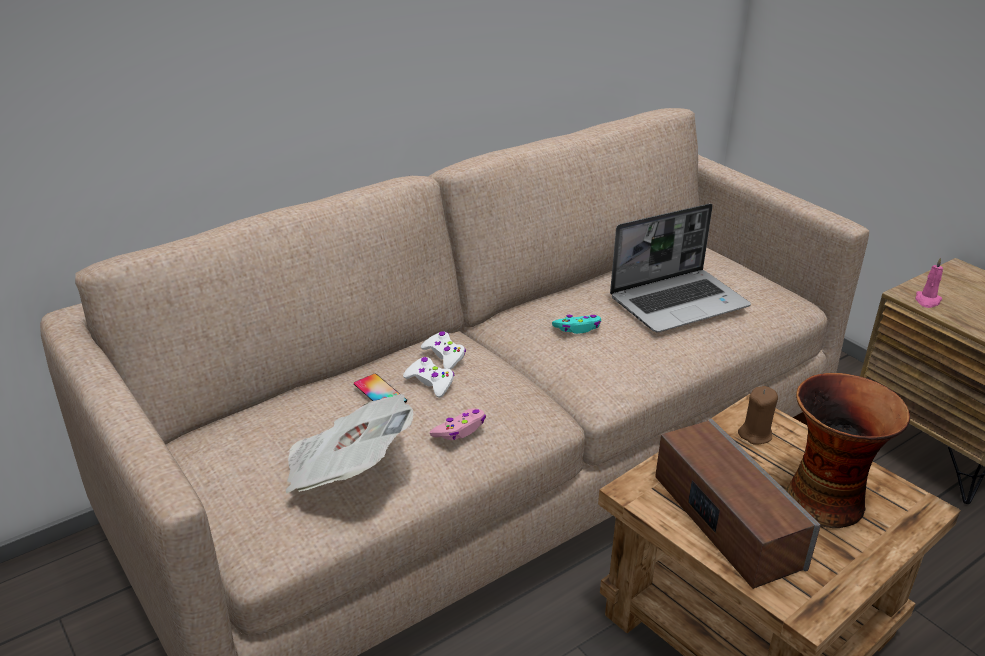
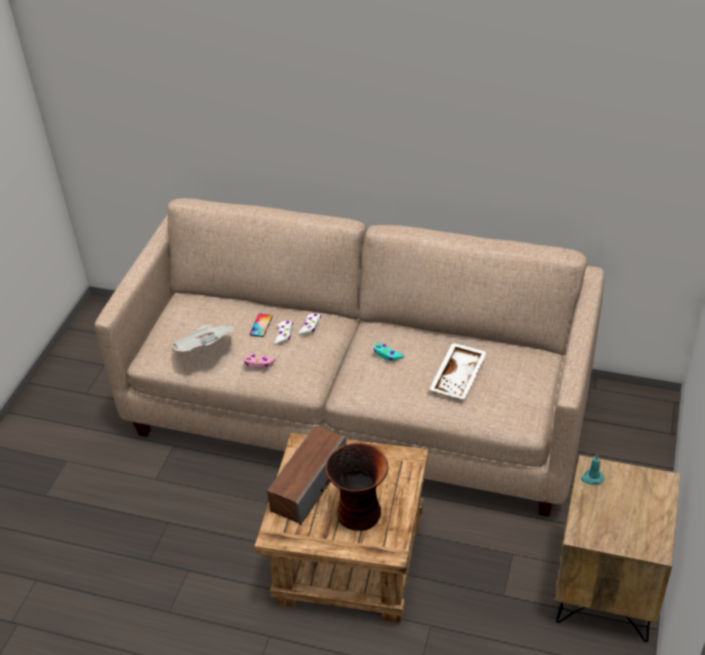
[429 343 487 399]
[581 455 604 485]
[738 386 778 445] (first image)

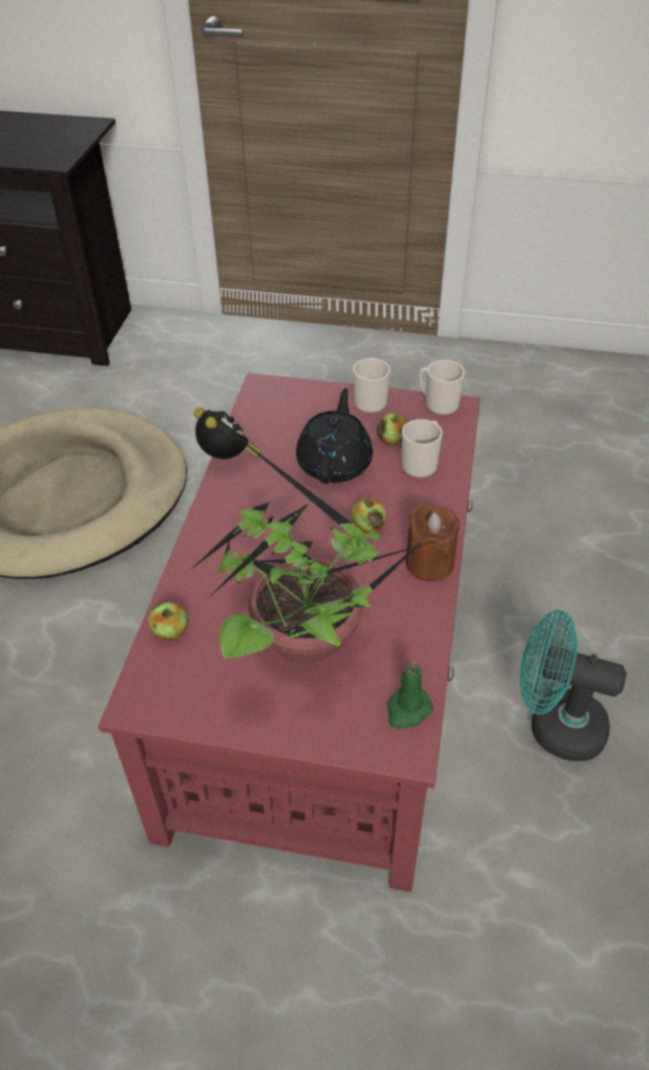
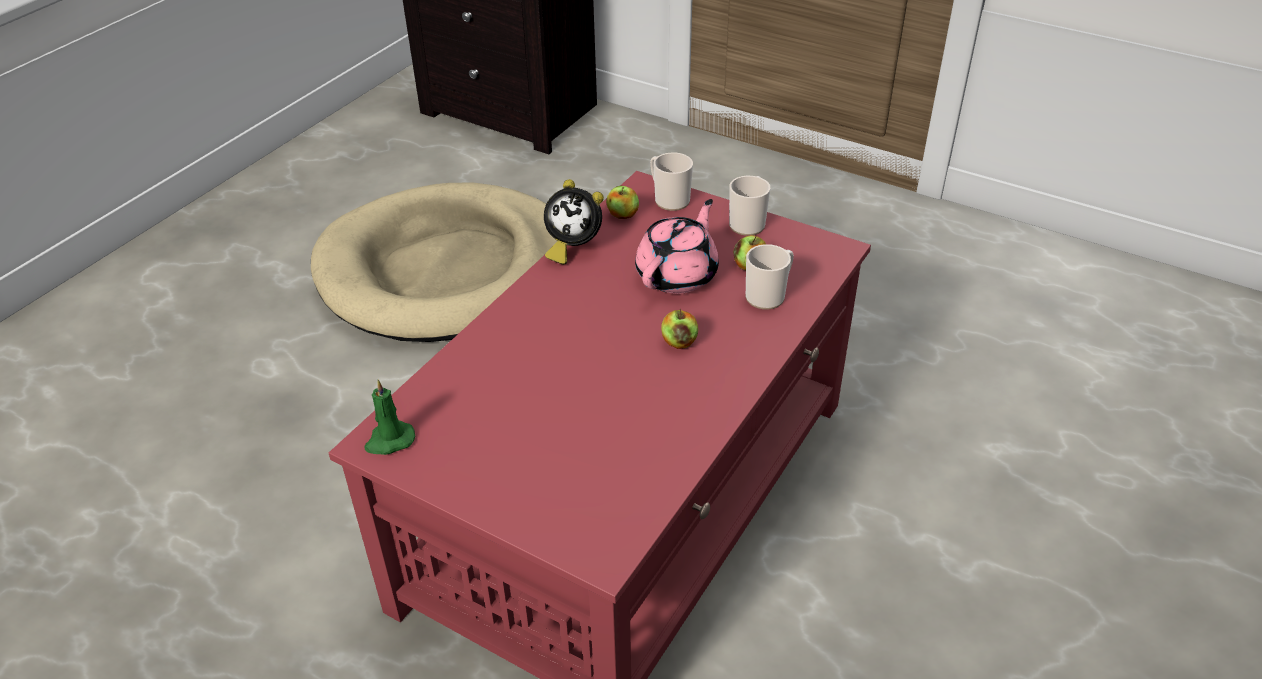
[365 380 415 455]
[544 179 604 265]
[606 186 639 219]
[635 199 719 294]
[650 152 693 211]
[189 434 446 663] (first image)
[406 502 460 581] (first image)
[520 610 626 761] (first image)

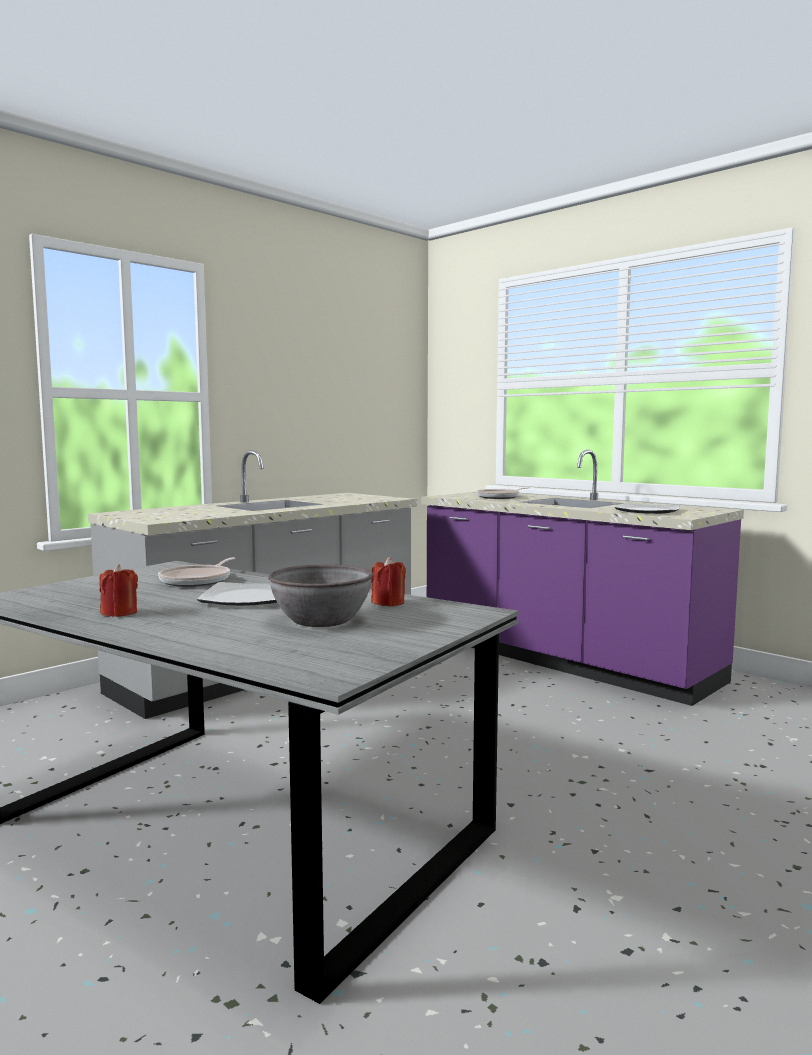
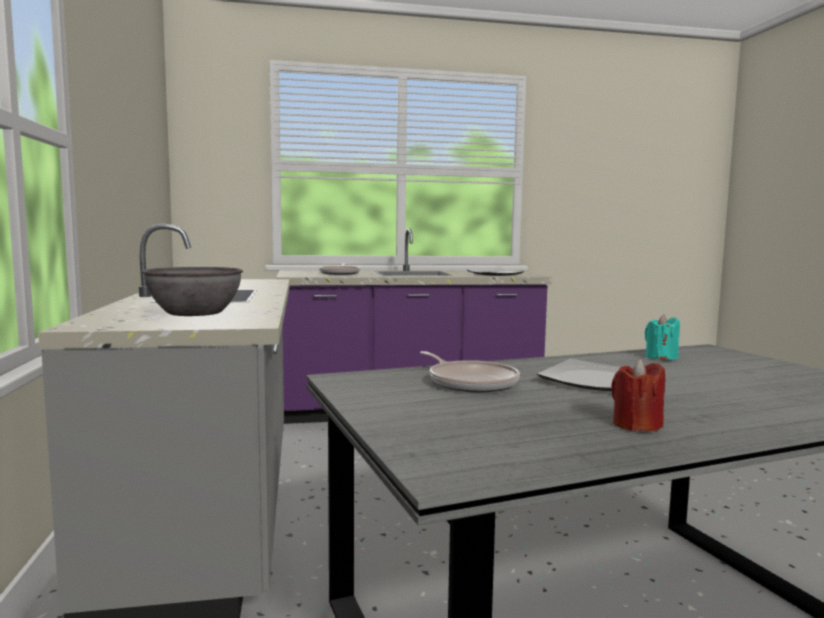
[142 267 243 316]
[645 314 680 360]

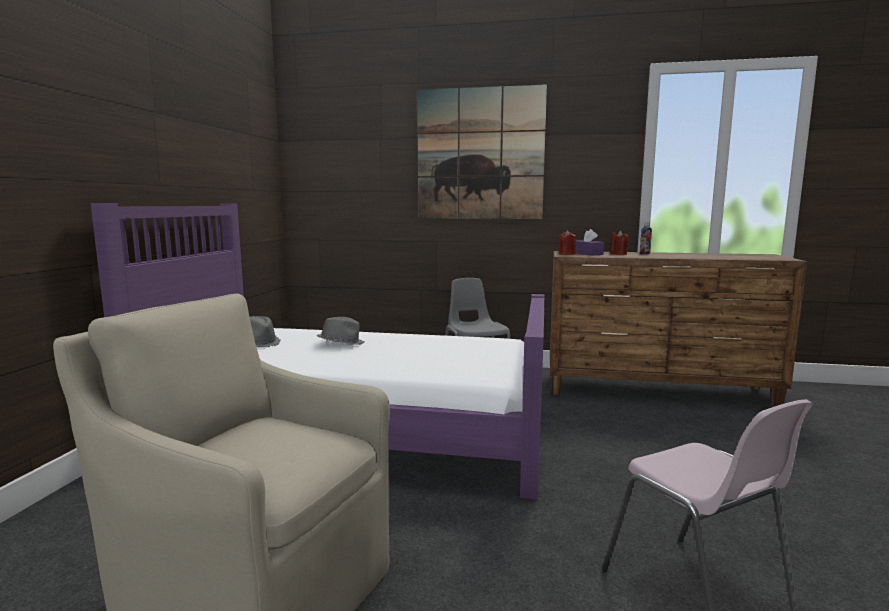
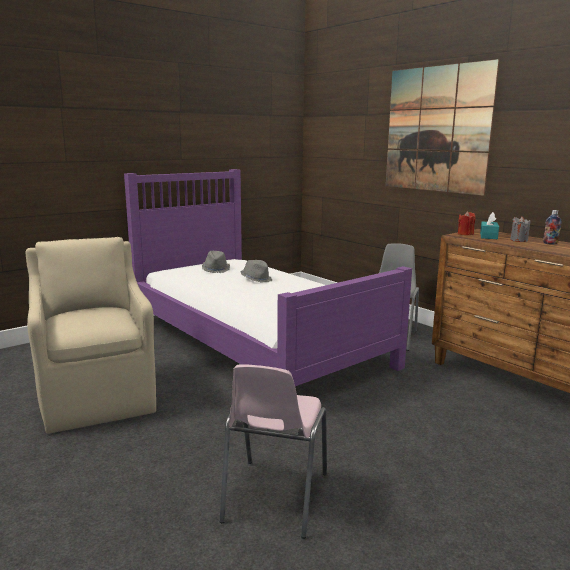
[480 212 499 239]
[510 216 530 242]

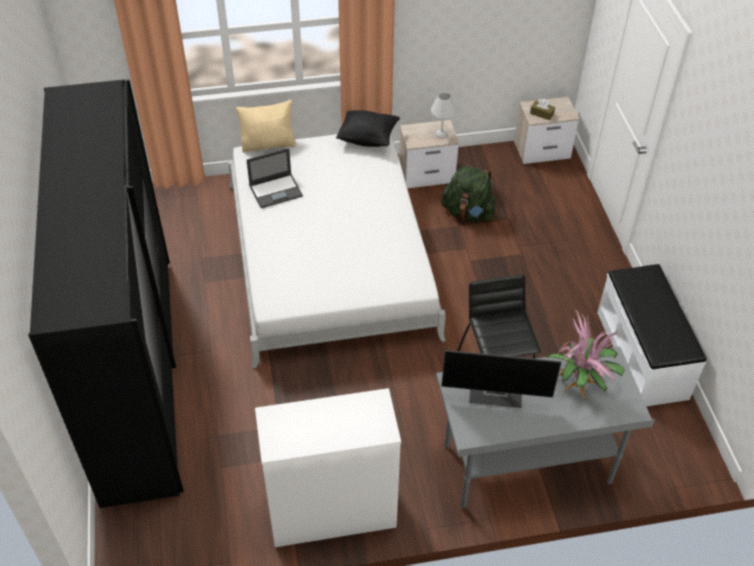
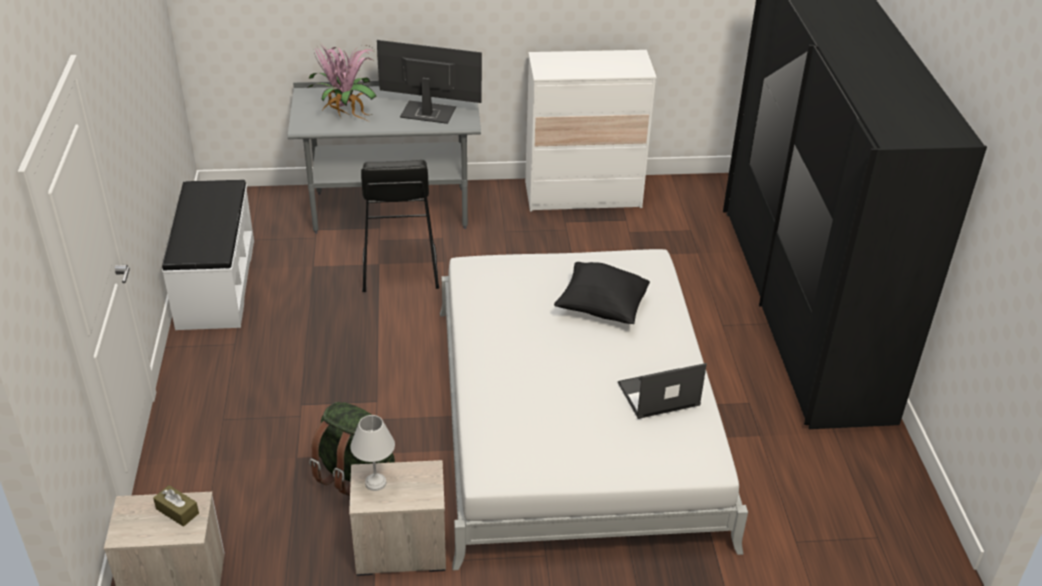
[554 262 650 324]
[236 100 296 153] (first image)

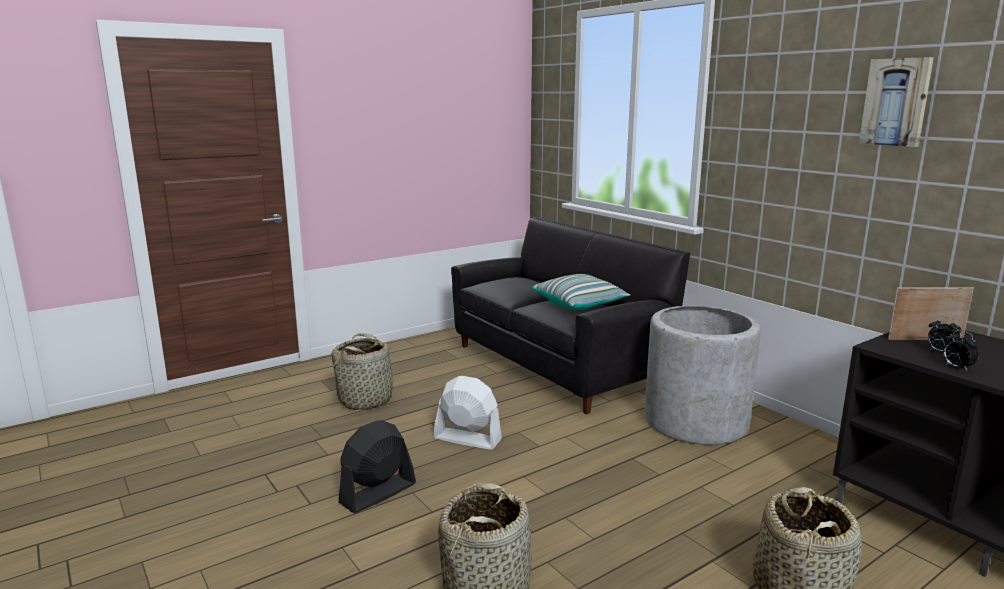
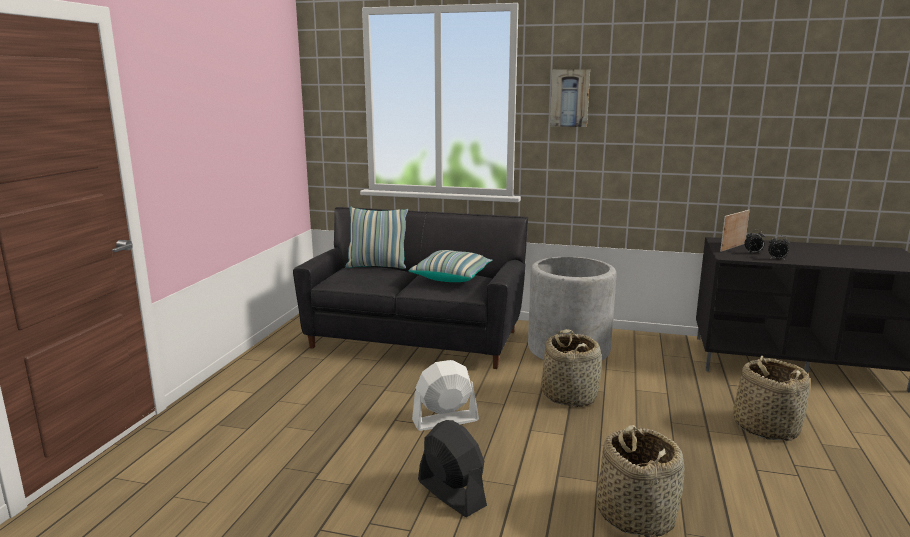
[345 207 408 269]
[418 420 487 517]
[541 329 602 407]
[550 69 590 127]

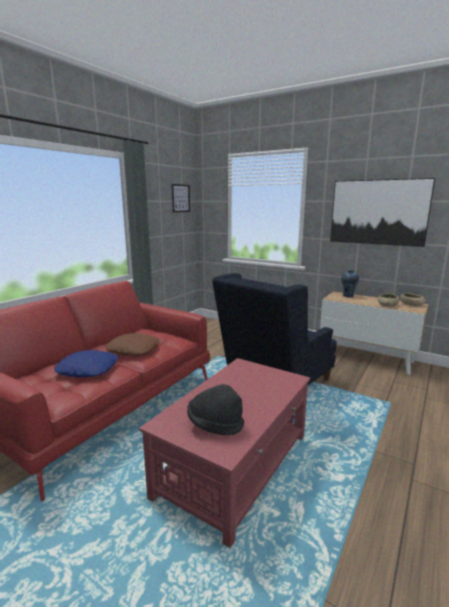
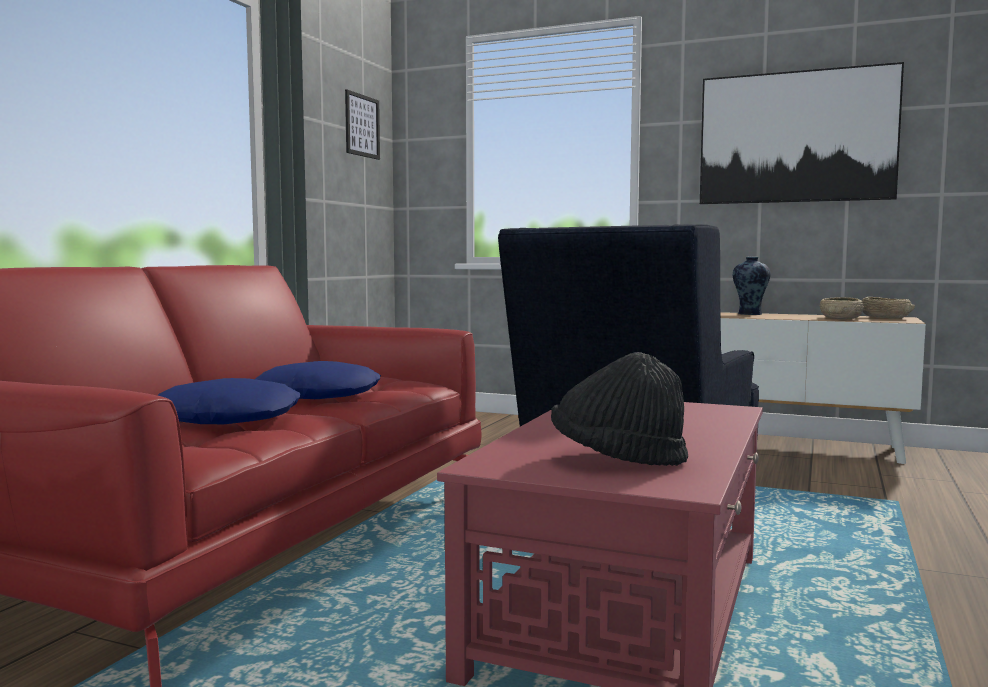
[255 361 381 399]

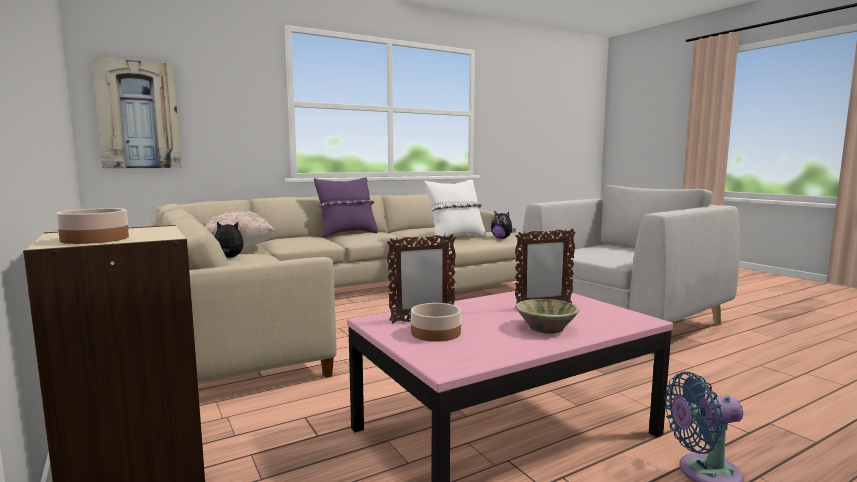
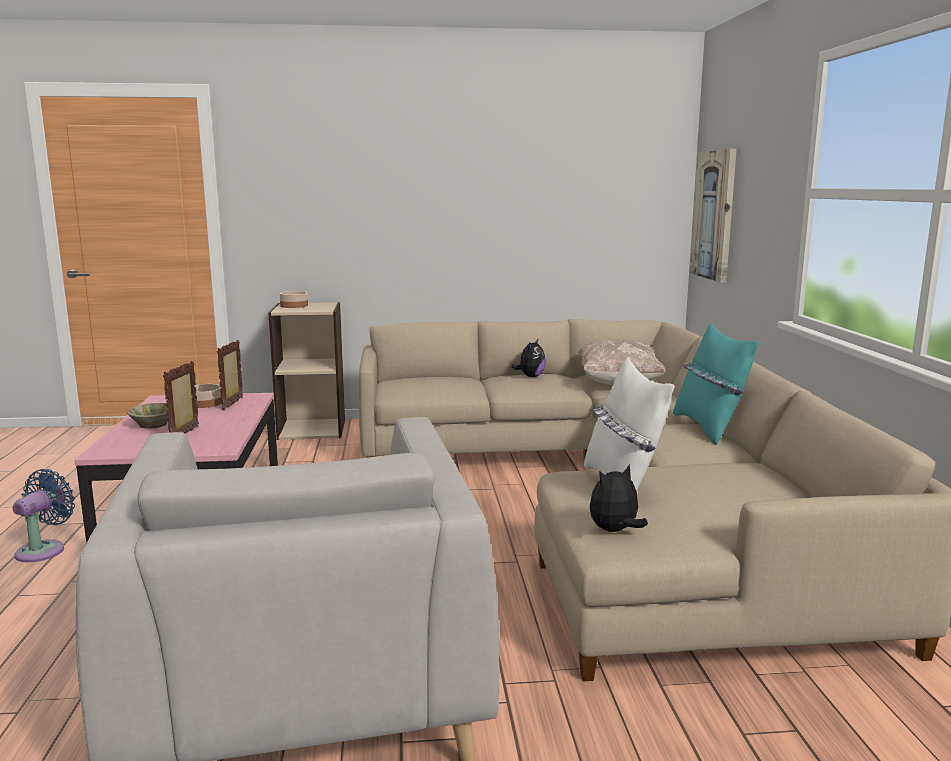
[673 323 759 445]

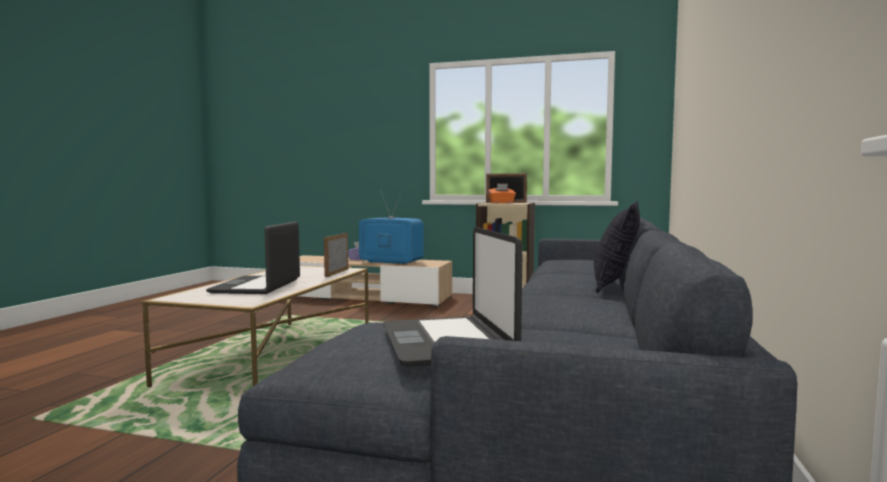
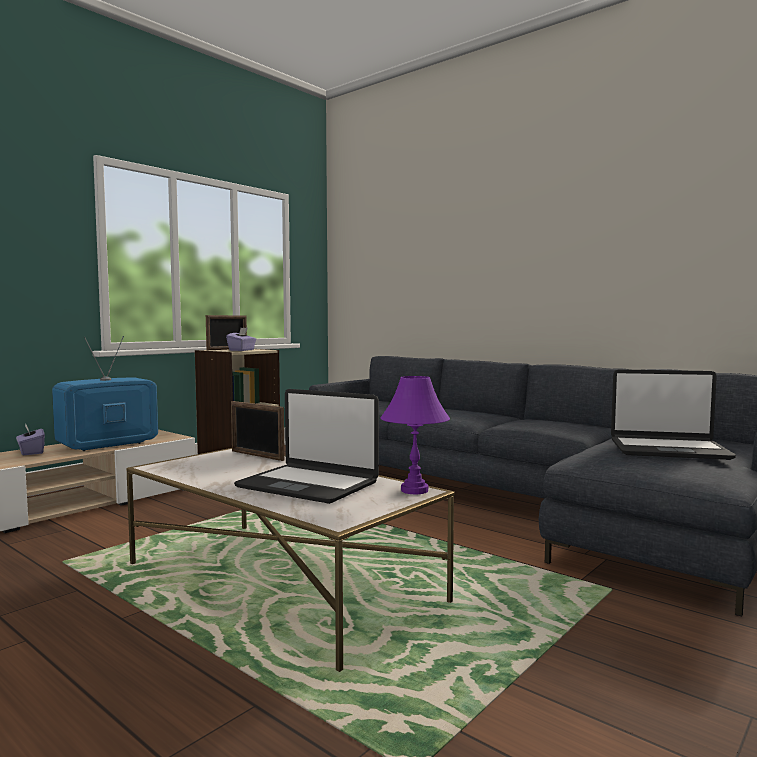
[226 328 257 351]
[380 376 450 494]
[594 201 640 293] (first image)

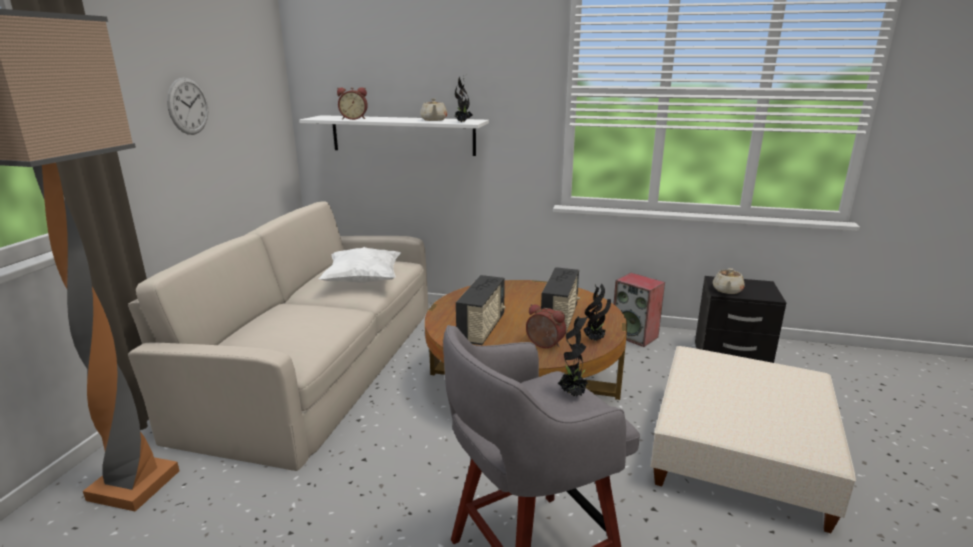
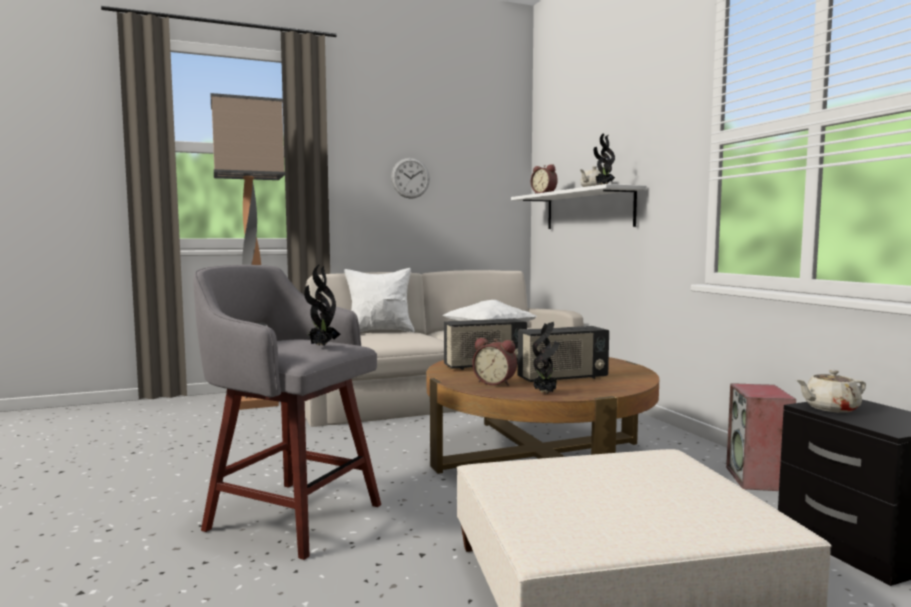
[344 268 415 332]
[472 338 517 386]

